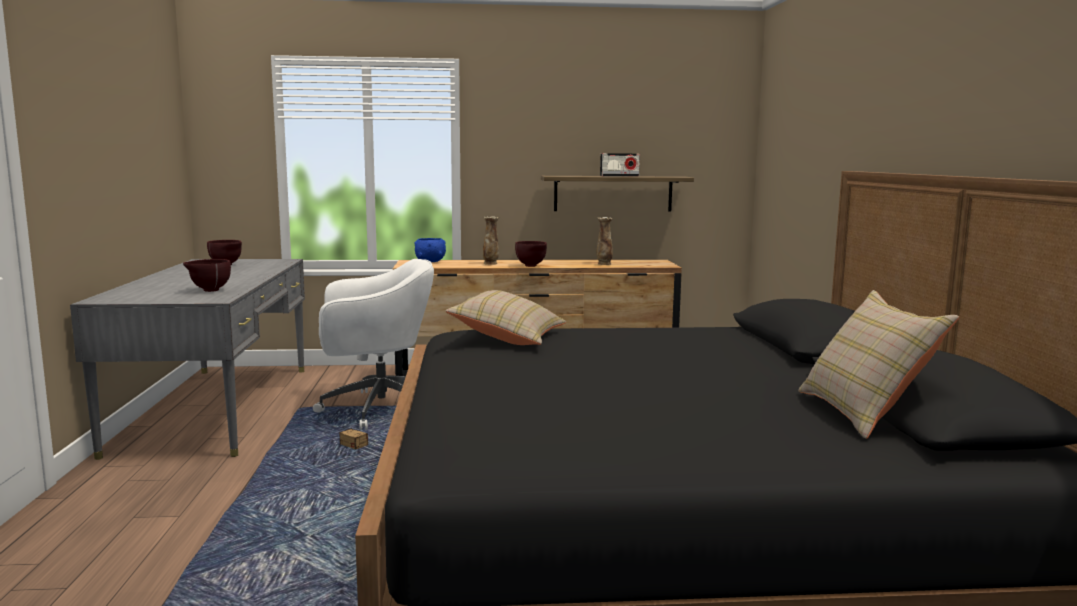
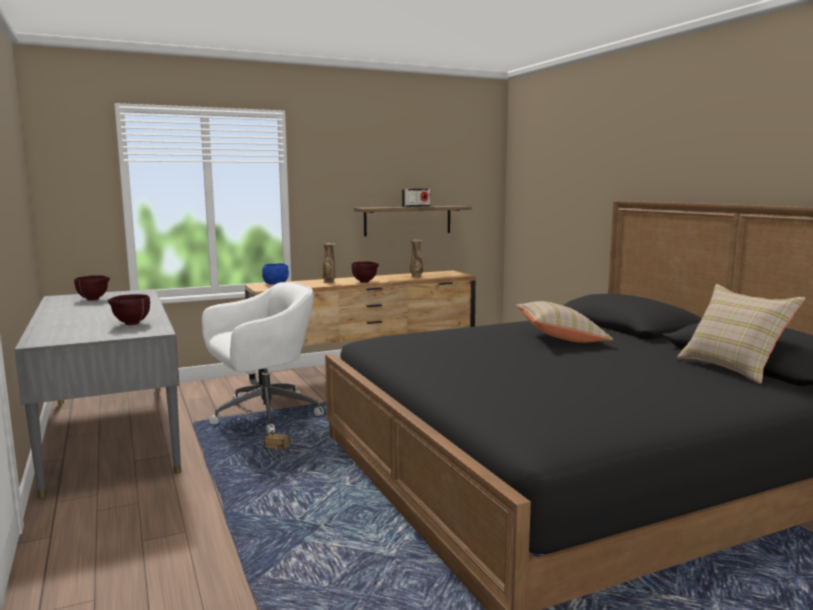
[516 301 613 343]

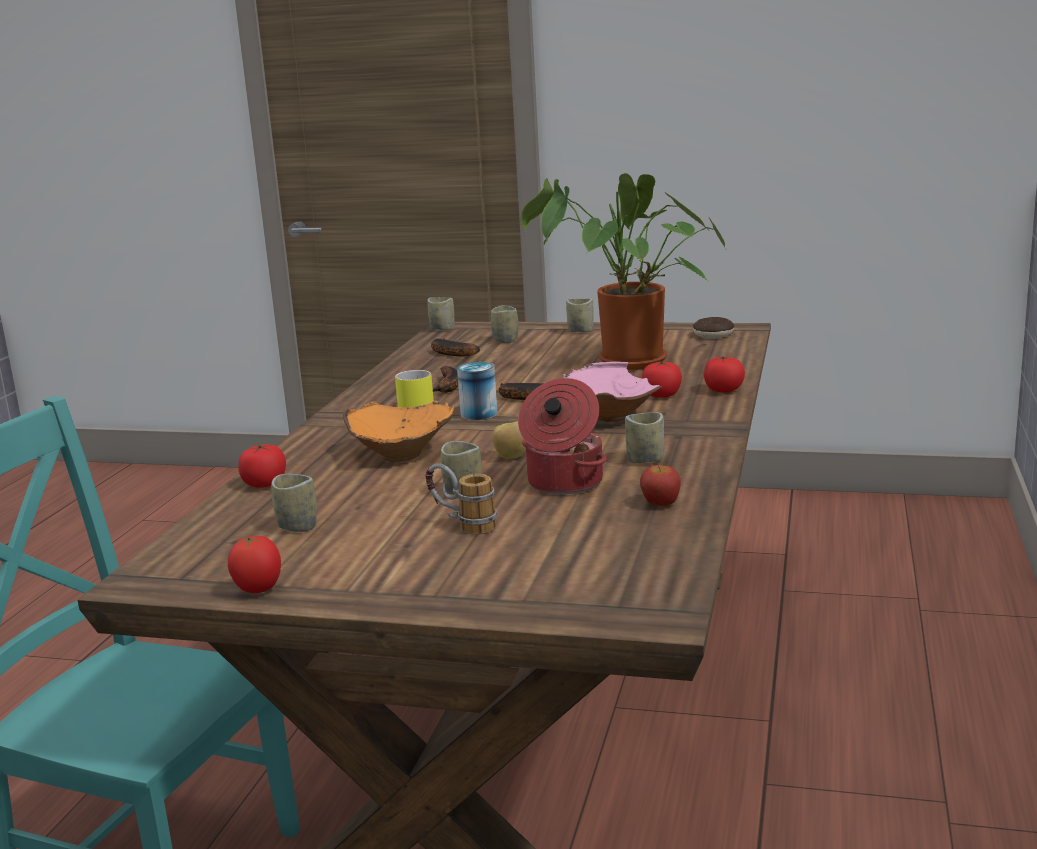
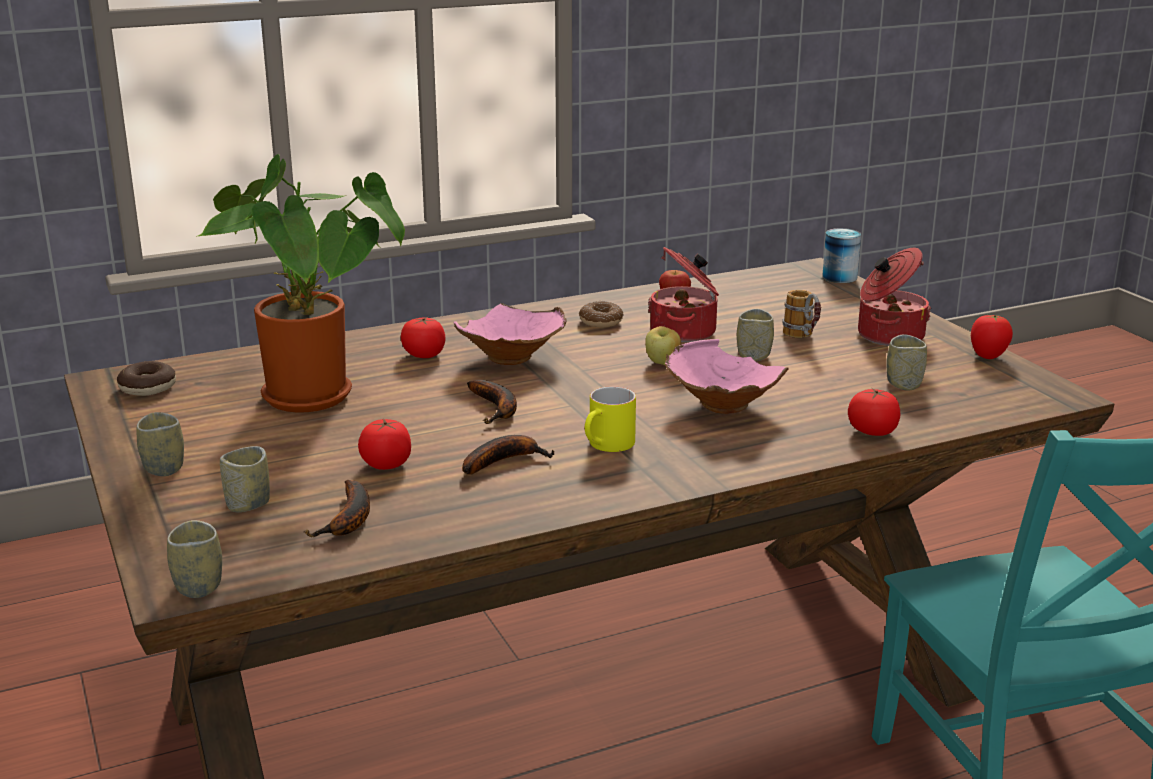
[358 419 411 470]
[579 301 623 327]
[665 339 789 414]
[822 228 861 283]
[858 248 931 346]

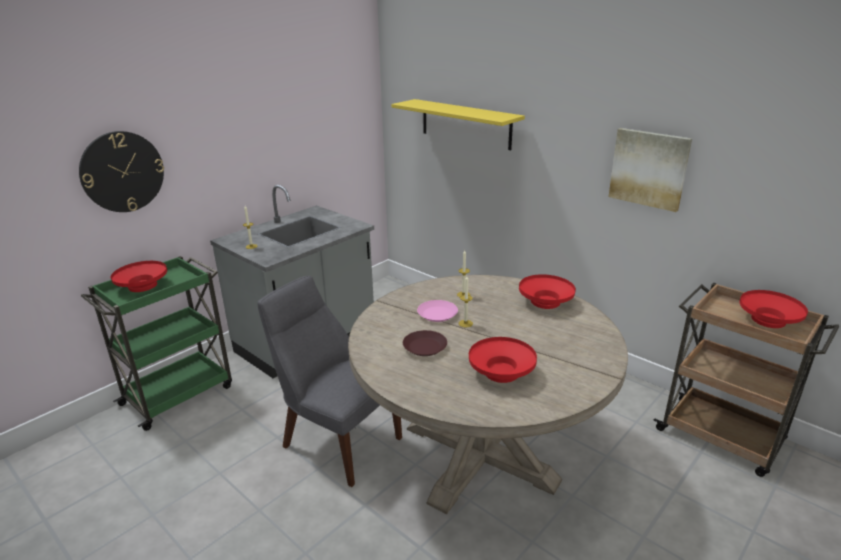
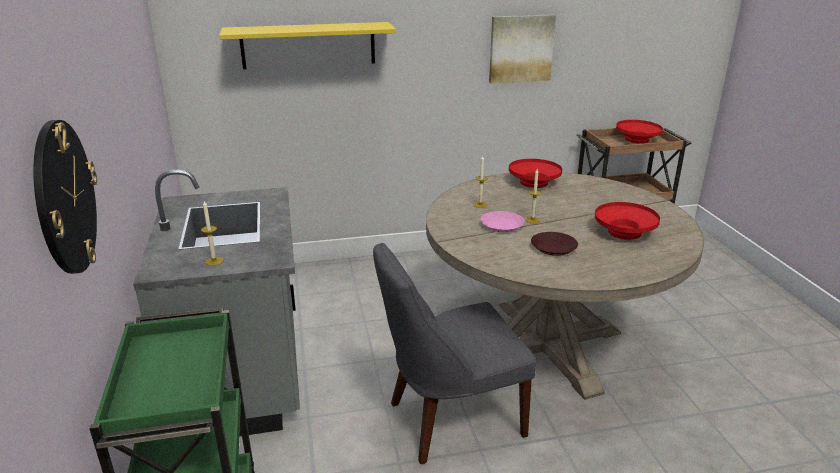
[111 261 167 292] (first image)

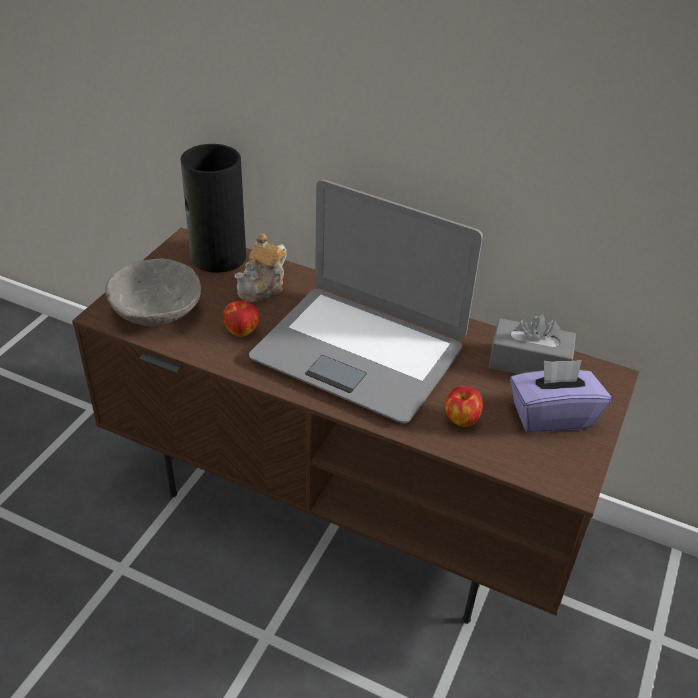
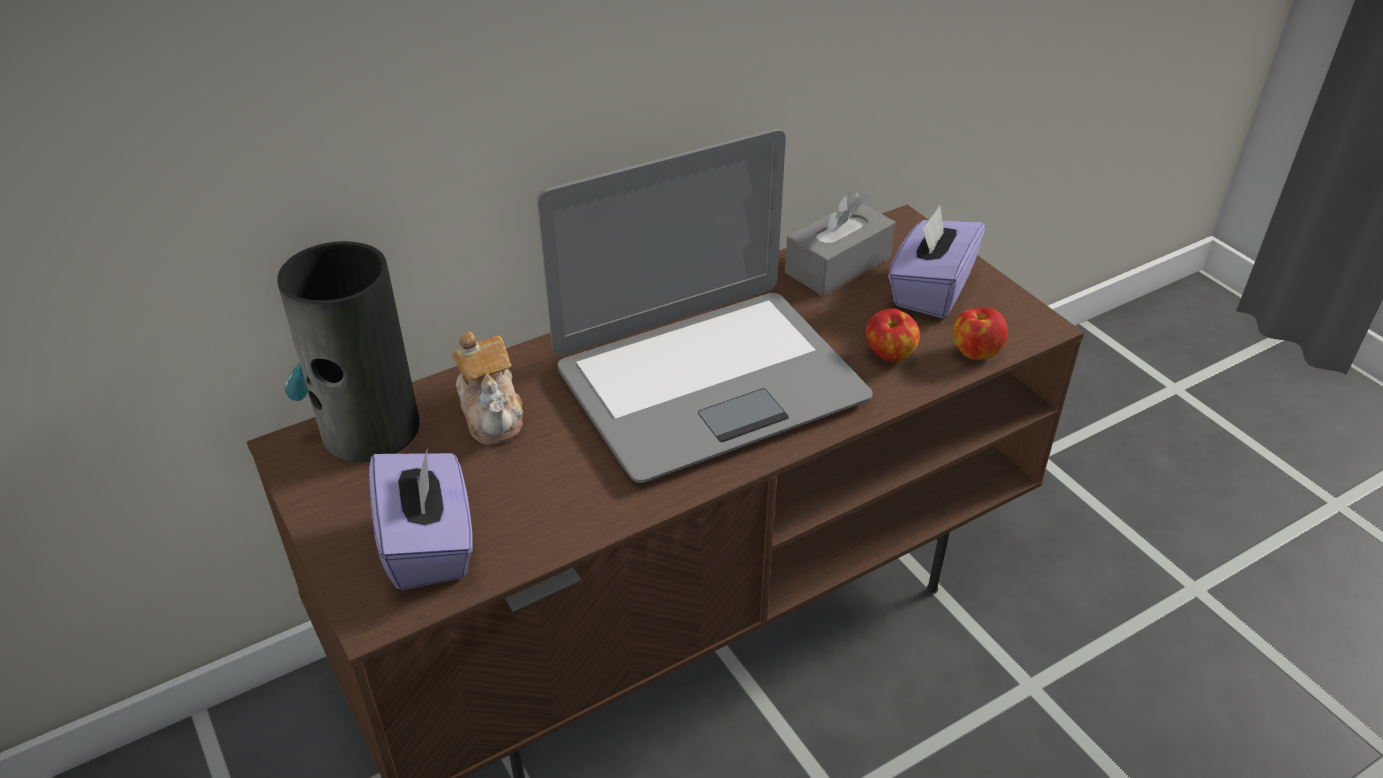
[369 447 473 590]
[953 308 1008 360]

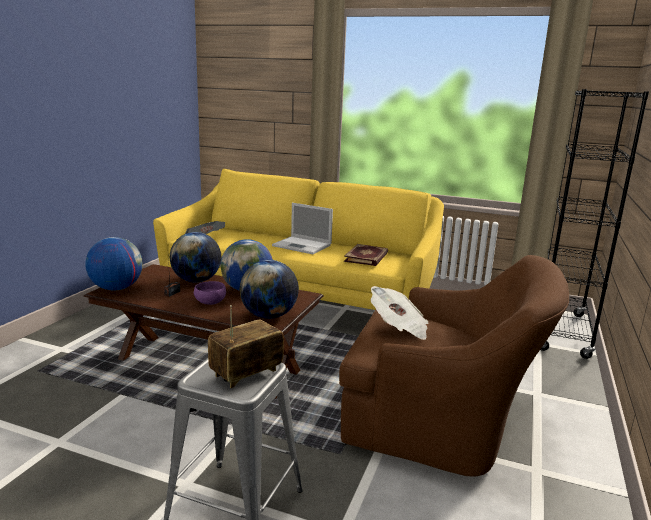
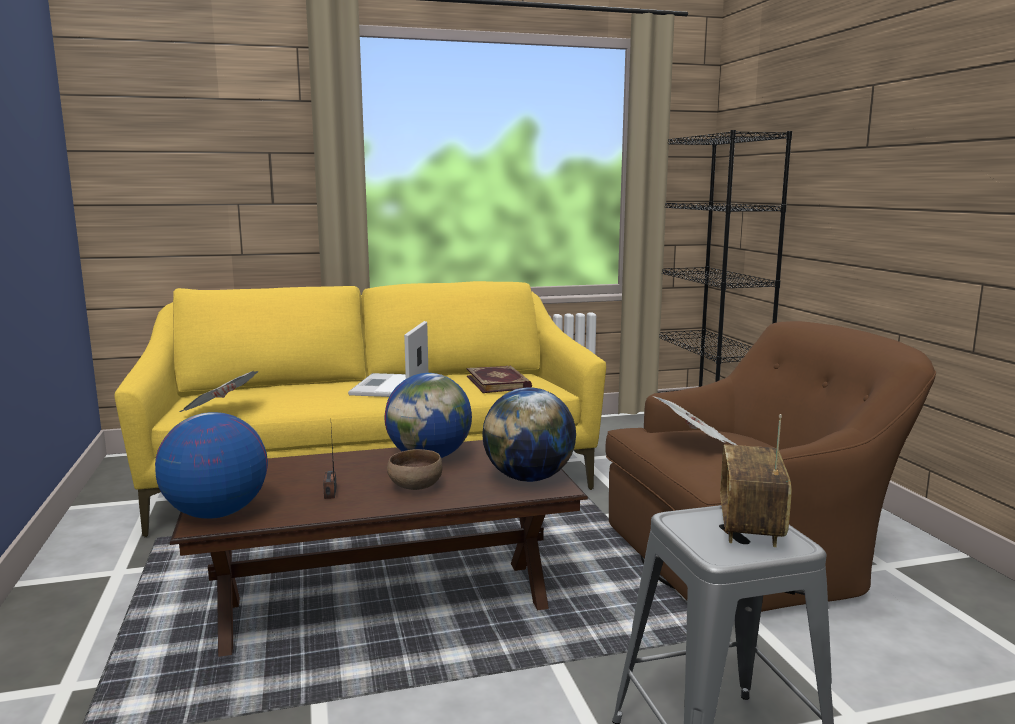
[348 321 428 397]
[387 449 442 490]
[170 232 222 283] (first image)

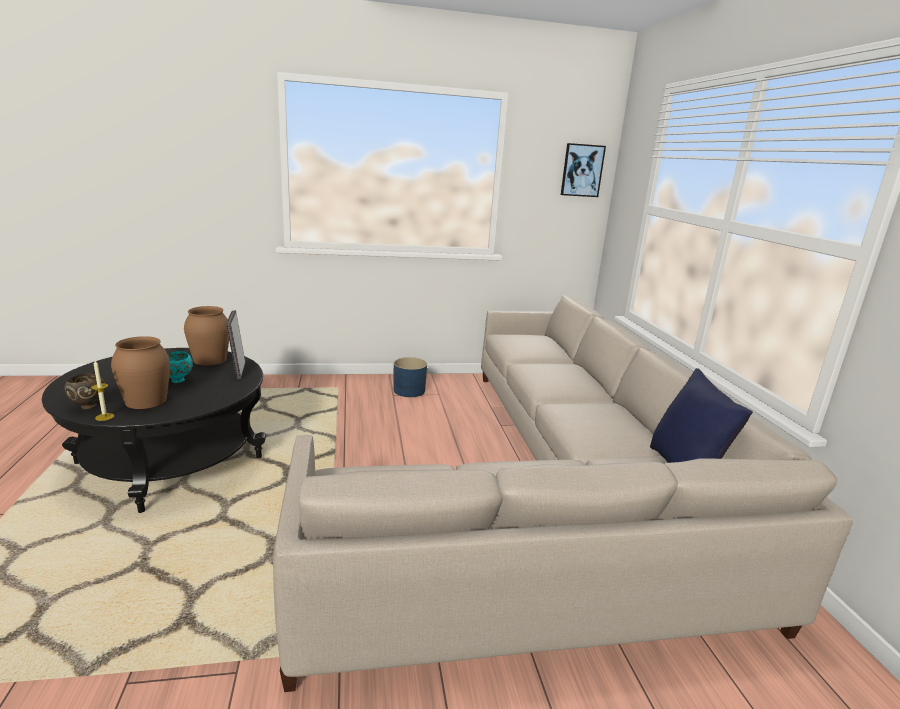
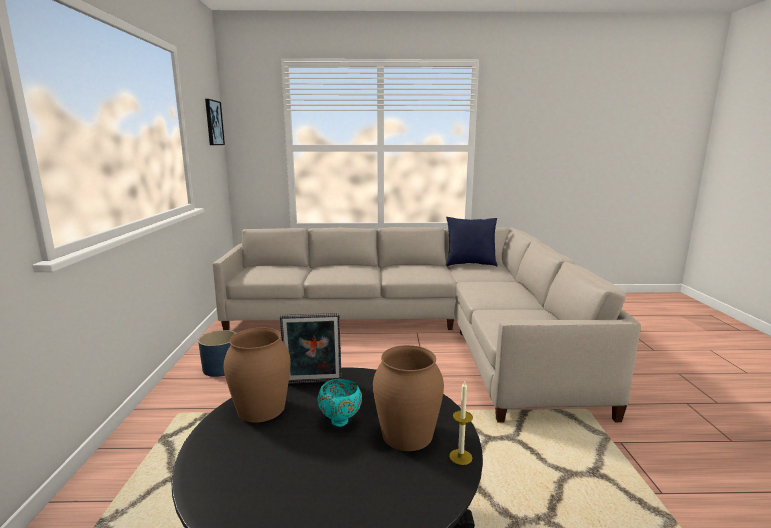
[65 373 105 409] (first image)

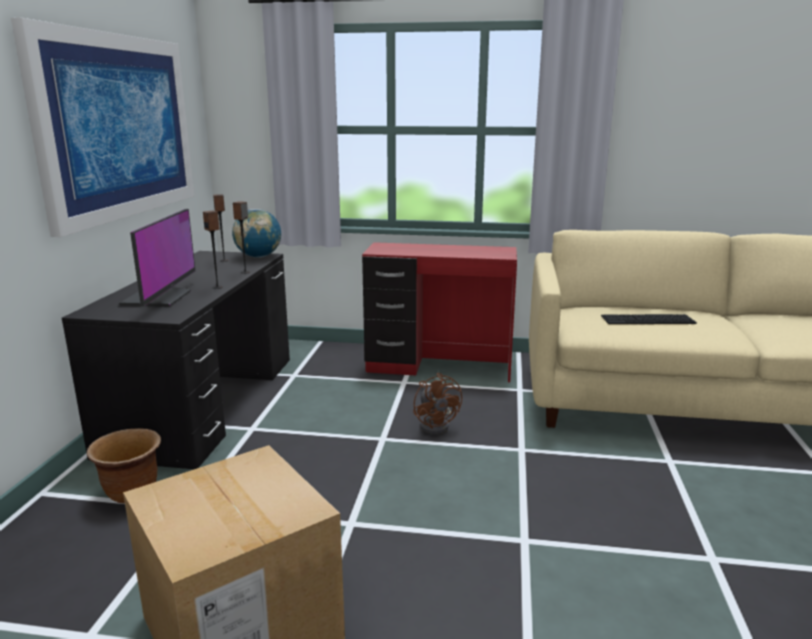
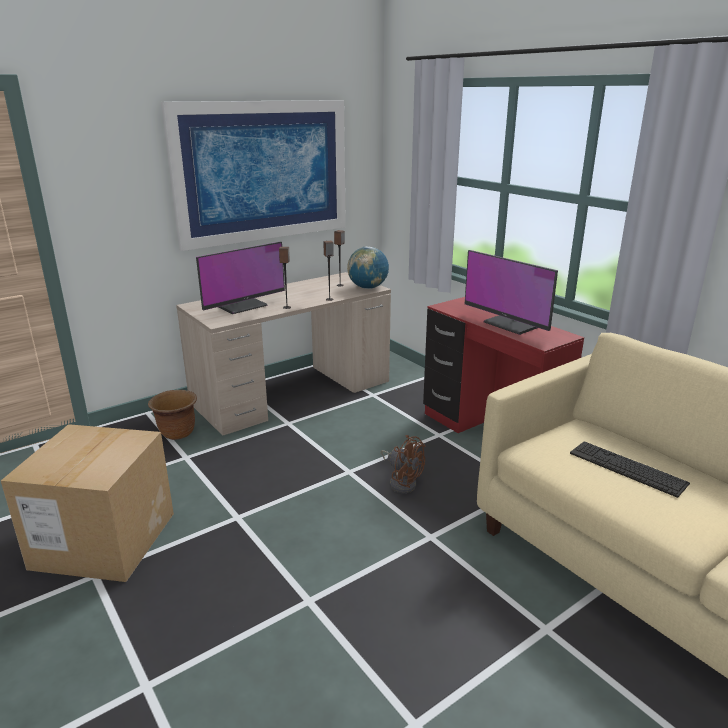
[176 272 391 436]
[381 435 426 493]
[465 250 558 335]

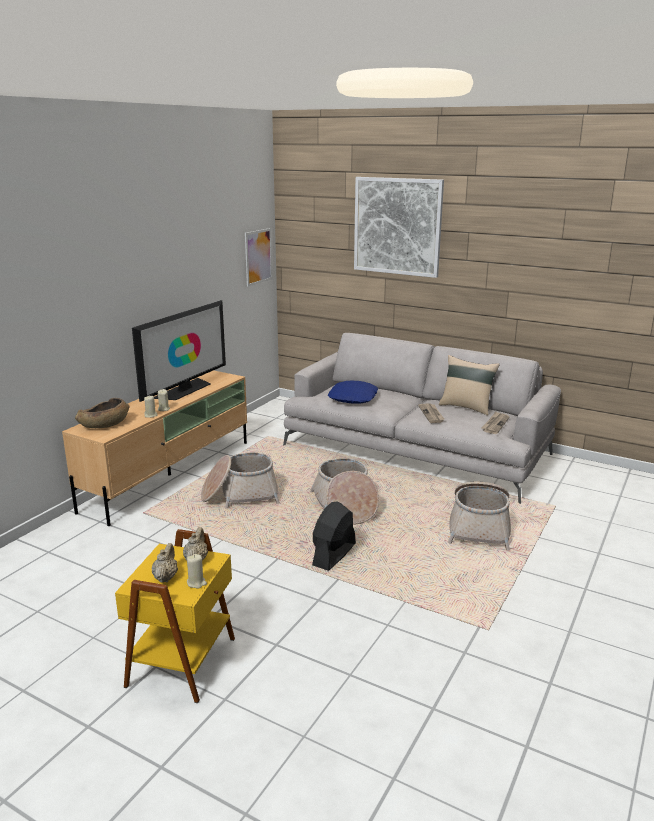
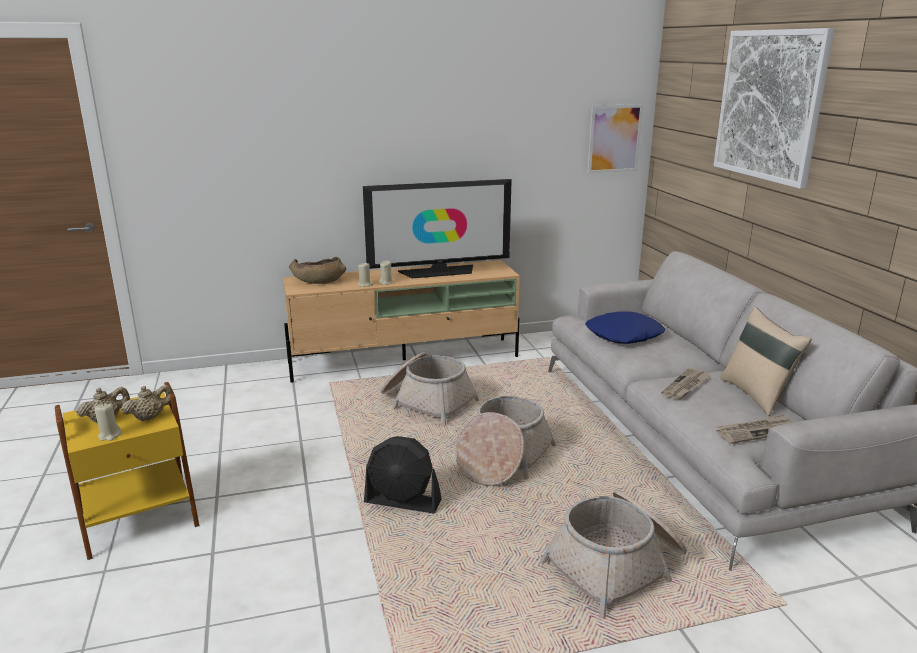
[364 436 442 514]

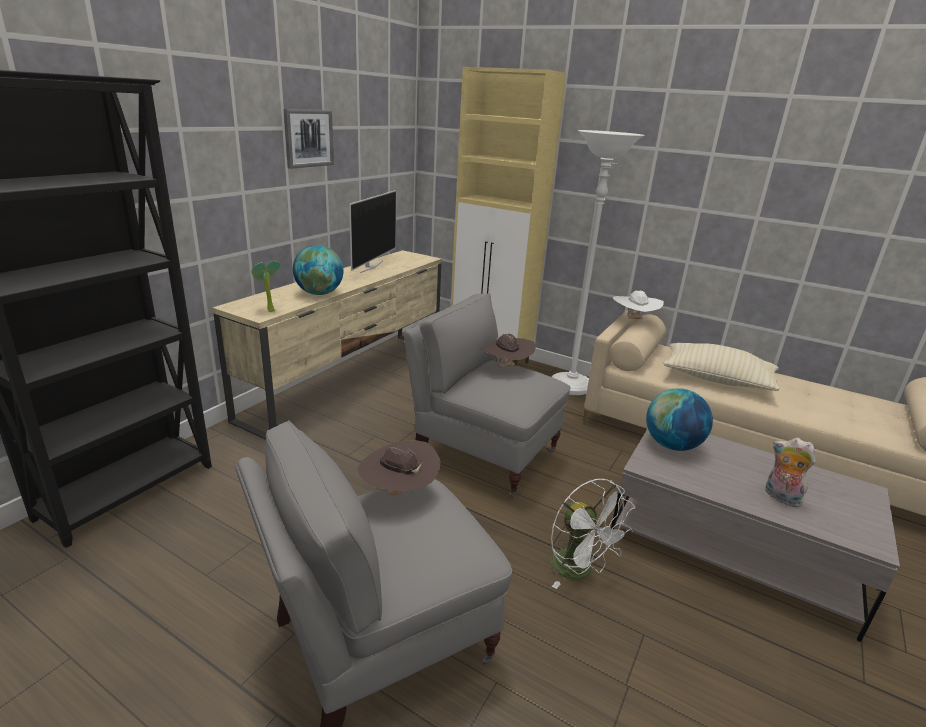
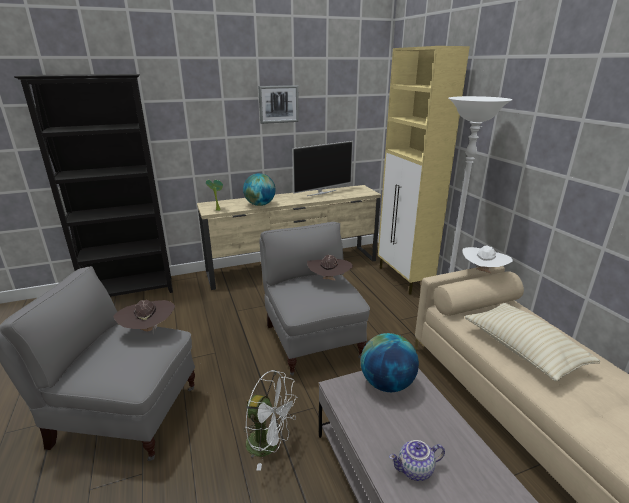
[244 370 298 471]
[389 440 445 481]

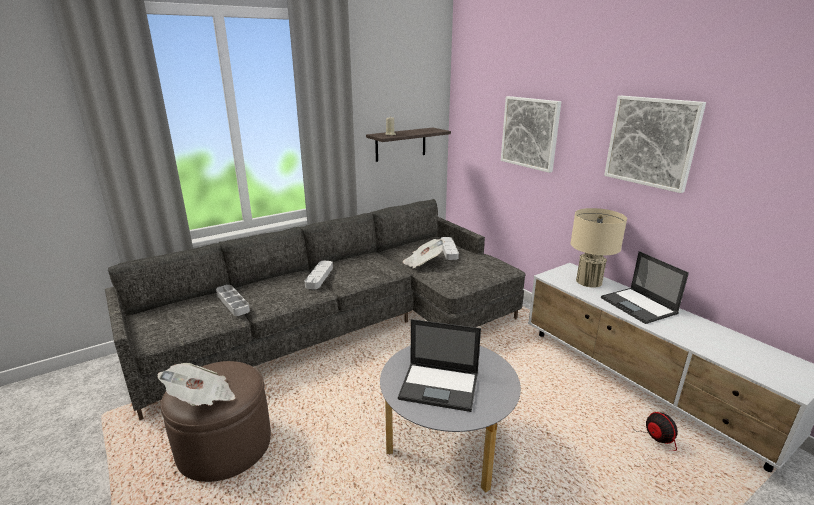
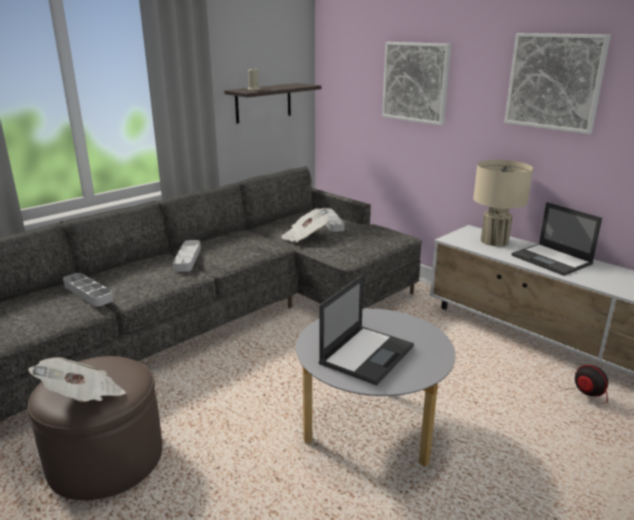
[319 275 414 385]

